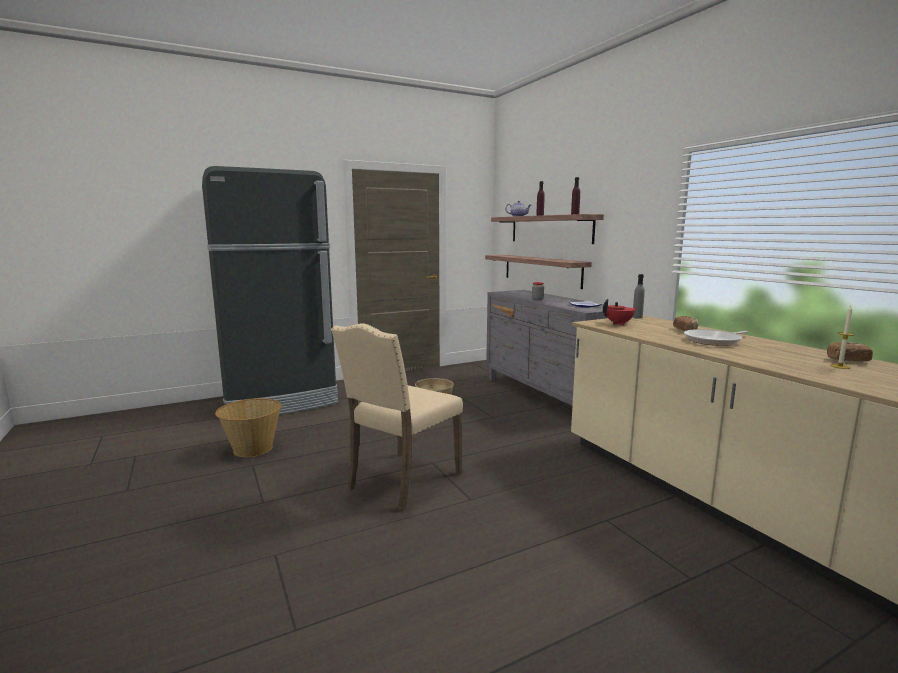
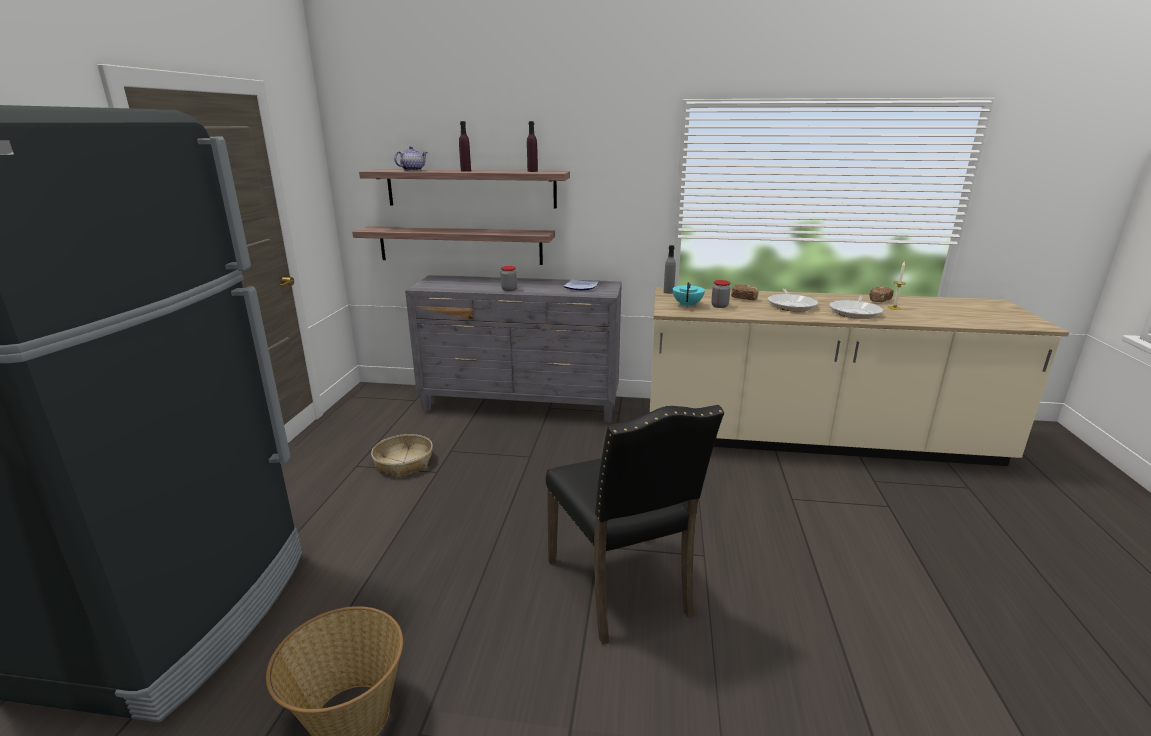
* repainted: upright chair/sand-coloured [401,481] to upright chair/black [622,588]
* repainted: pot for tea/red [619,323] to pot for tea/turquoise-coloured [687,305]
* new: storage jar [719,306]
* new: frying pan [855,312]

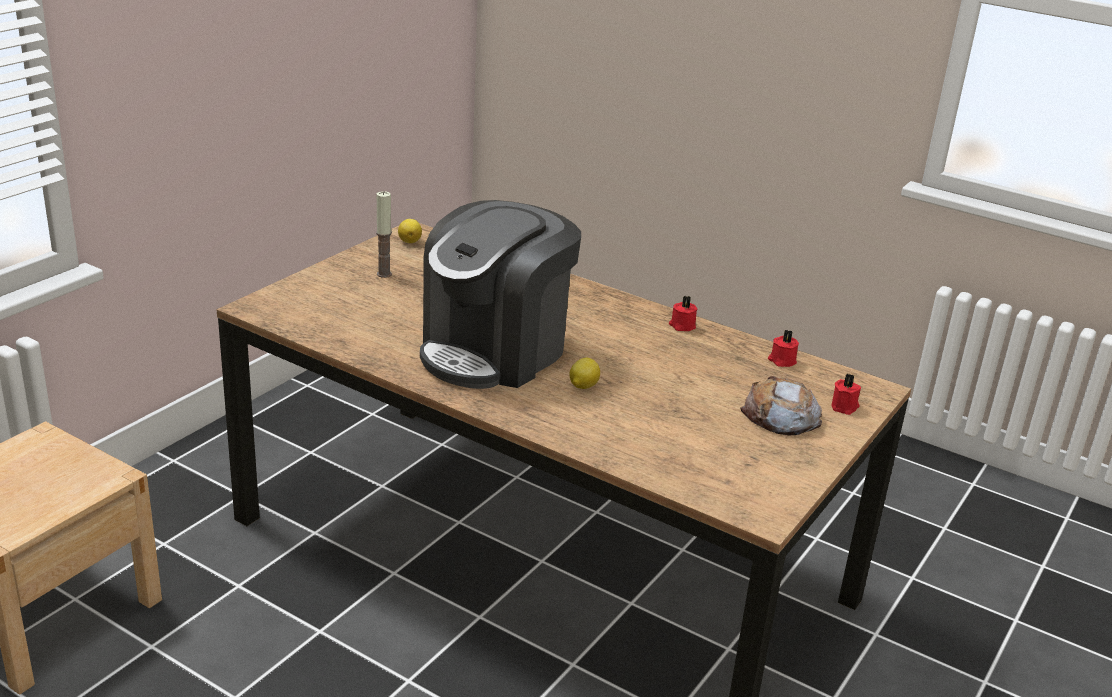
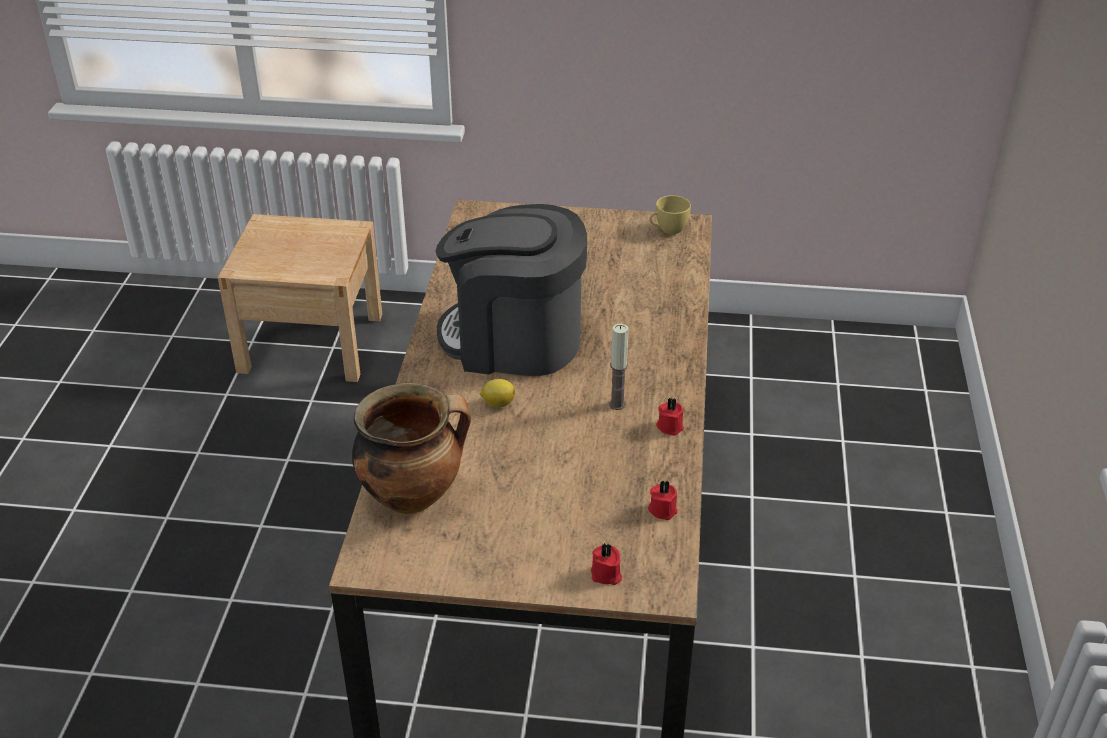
* new: saucepot [413,494]
* shifted: wax light [384,274] to [617,404]
* swapped: lemon [410,241] to cup/yellowish [667,230]
* gone: bakery bread [780,416]

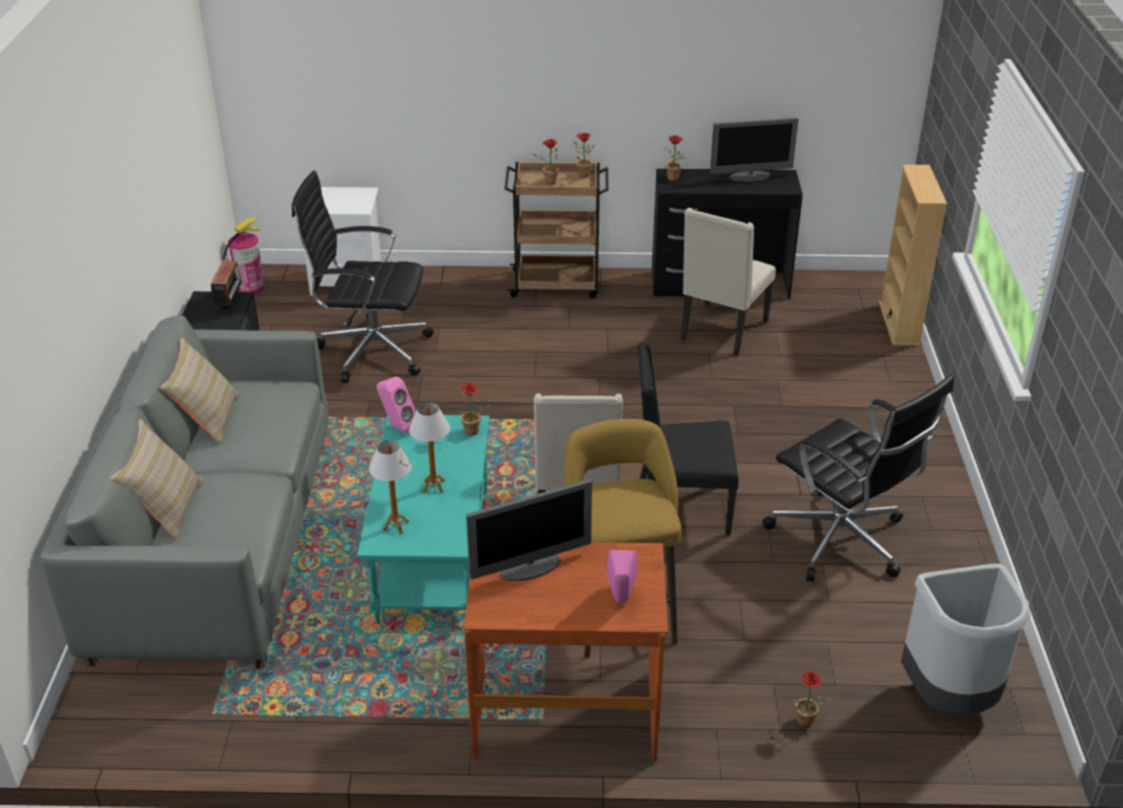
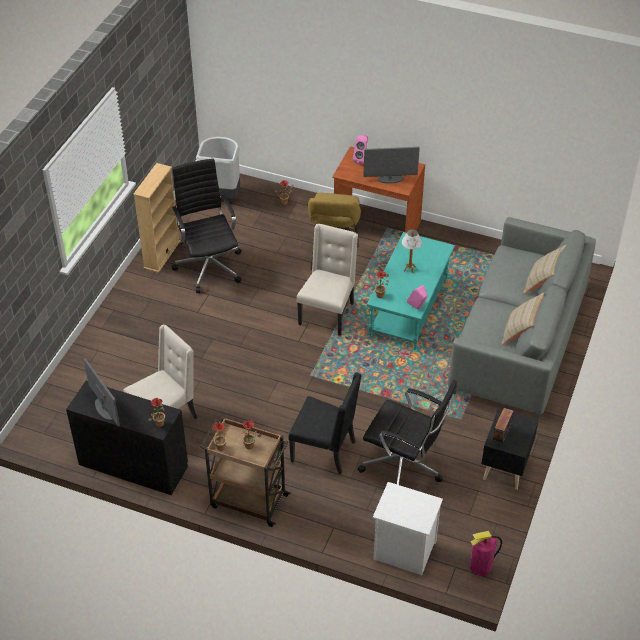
* rotated: monitor [750,177] = [104,409] 45 degrees clockwise
* shifted: shelving unit/sand-coloured [899,324] to [162,254]
* shifted: upright chair/black [680,508] to [325,451]
* gone: lamp for a table [395,526]

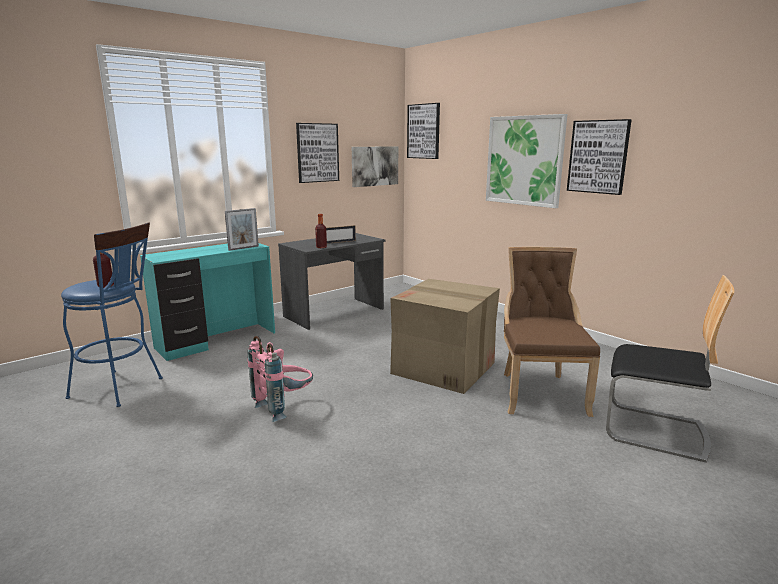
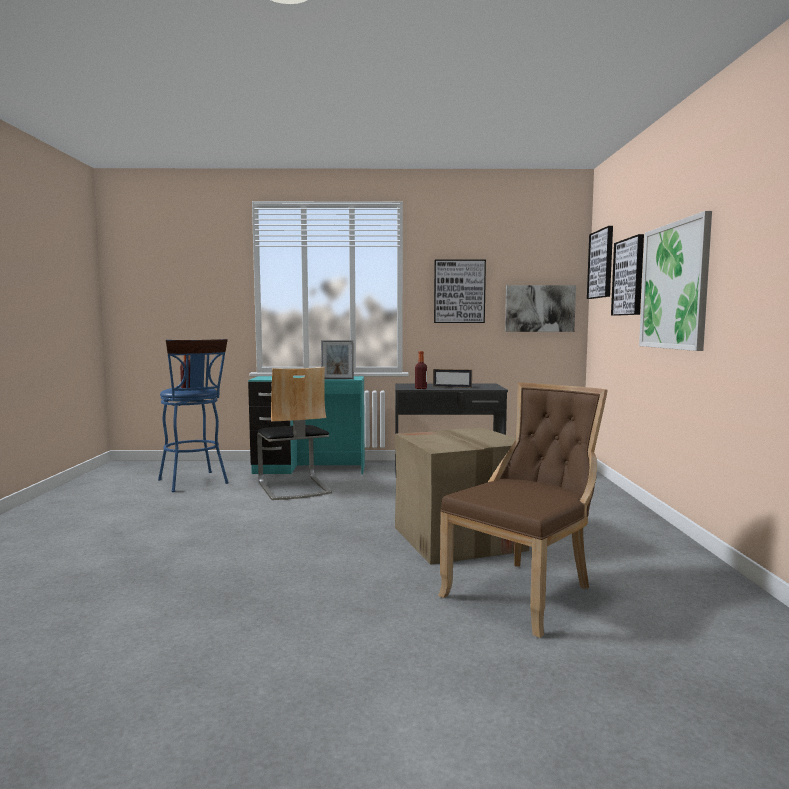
* shifted: upright chair [654,431] to [293,488]
* shifted: picture [598,157] to [629,277]
* gone: rucksack/pink [285,407]

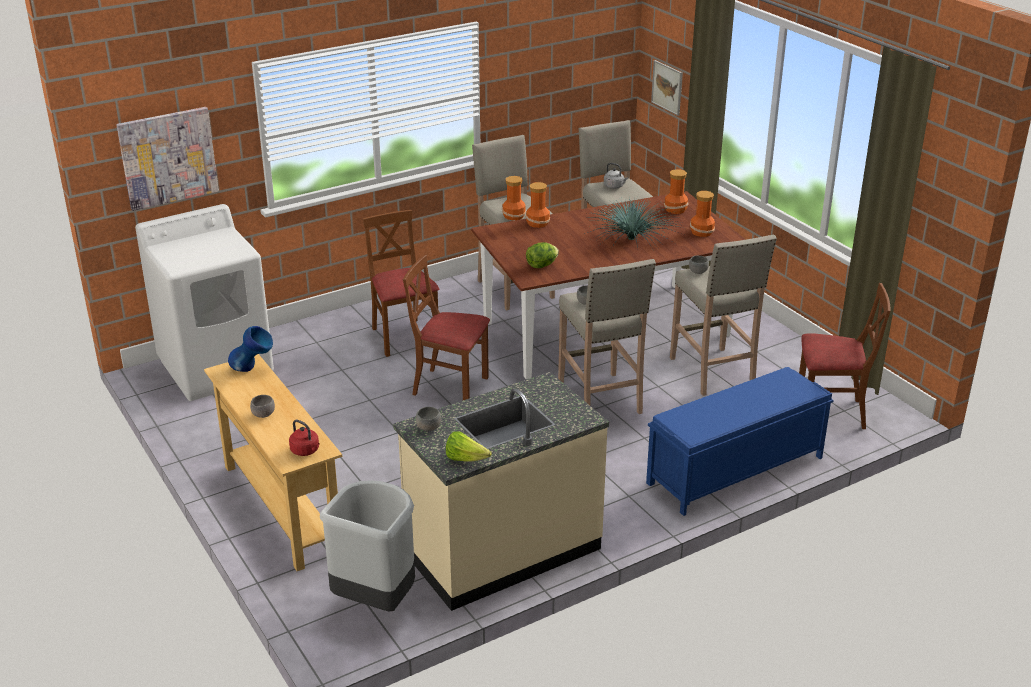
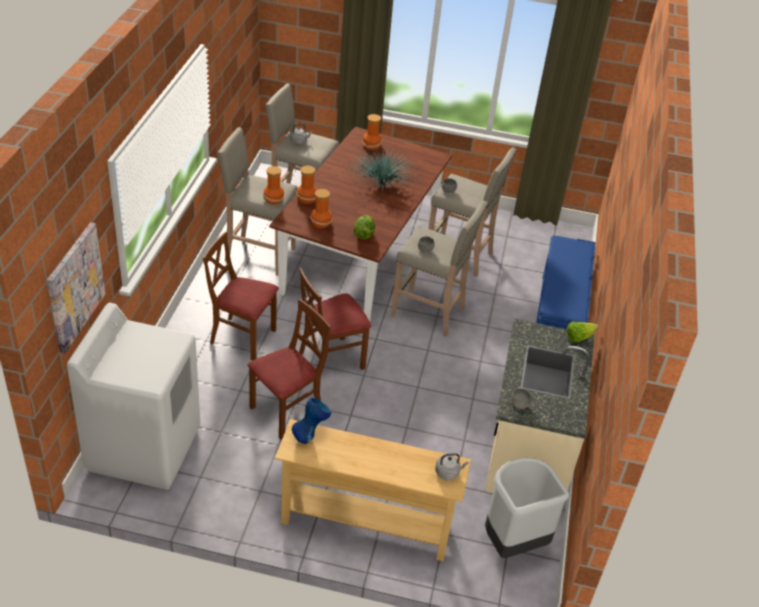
* shifted: upright chair/brownish [830,412] to [287,411]
* shifted: vase [701,232] to [320,223]
* repainted: water kettle/red [306,451] to water kettle/grey [448,472]
* shifted: head of lettuce [465,459] to [579,337]
* gone: deep dish/grey [263,414]
* gone: picture [667,87]

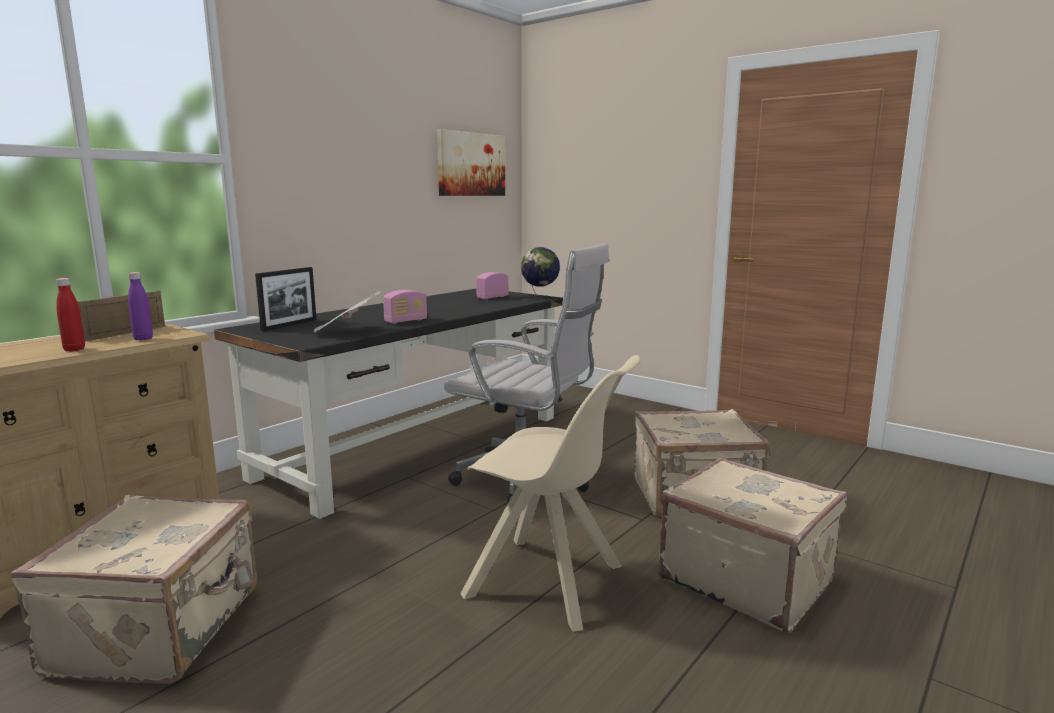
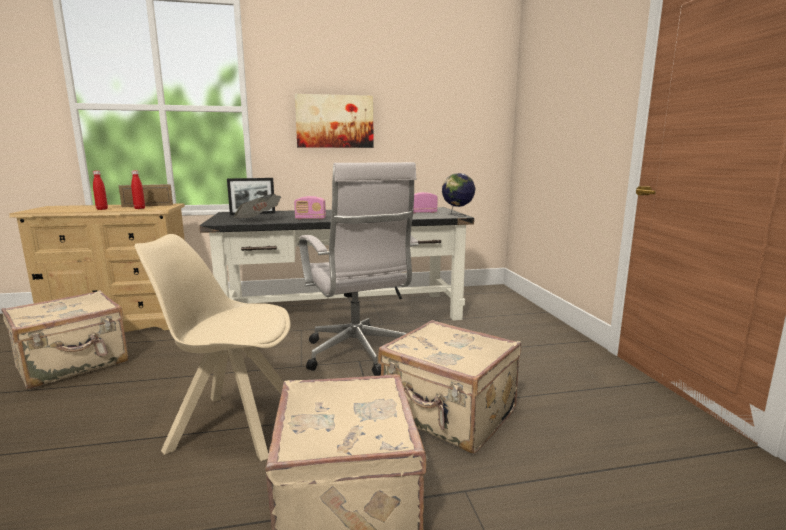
* repainted: drink bottle/purple-coloured [143,339] to drink bottle/red [139,208]
* rotated: upright chair/sand-coloured [549,582] = [232,425] 120 degrees clockwise
* shifted: picture [471,164] to [334,121]

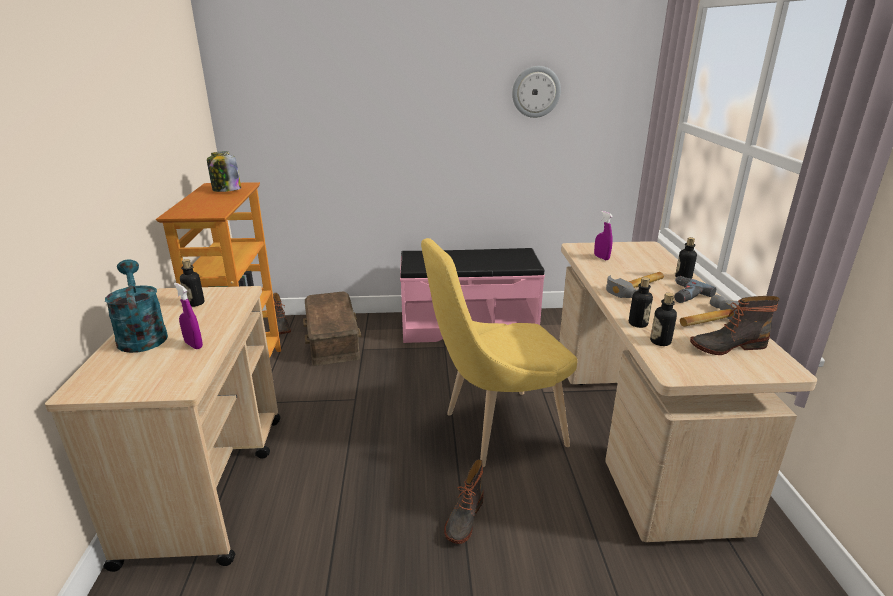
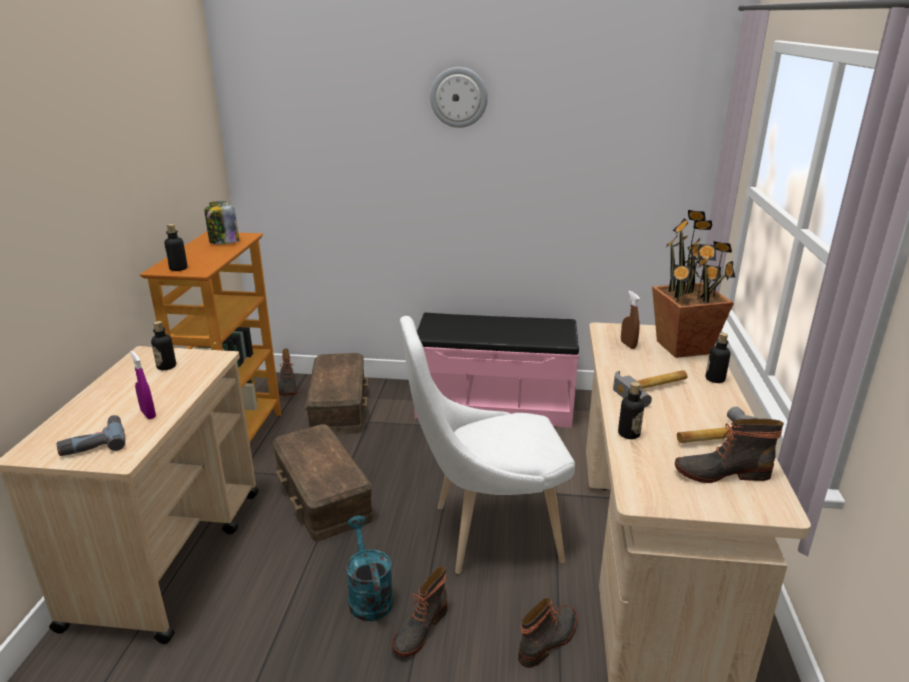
* shifted: electric drill [683,294] to [93,442]
* shifted: drink bottle [660,341] to [178,268]
* new: storage container/brownish [321,495]
* shifted: watering pot/turquoise-coloured [141,335] to [368,595]
* repainted: upright chair/yellowish [496,430] to upright chair/white [487,533]
* shifted: wall clock [536,92] to [458,97]
* new: tall boot [549,640]
* repainted: hand sprayer/purple-coloured [601,257] to hand sprayer/brownish [628,345]
* new: potted plant [684,347]

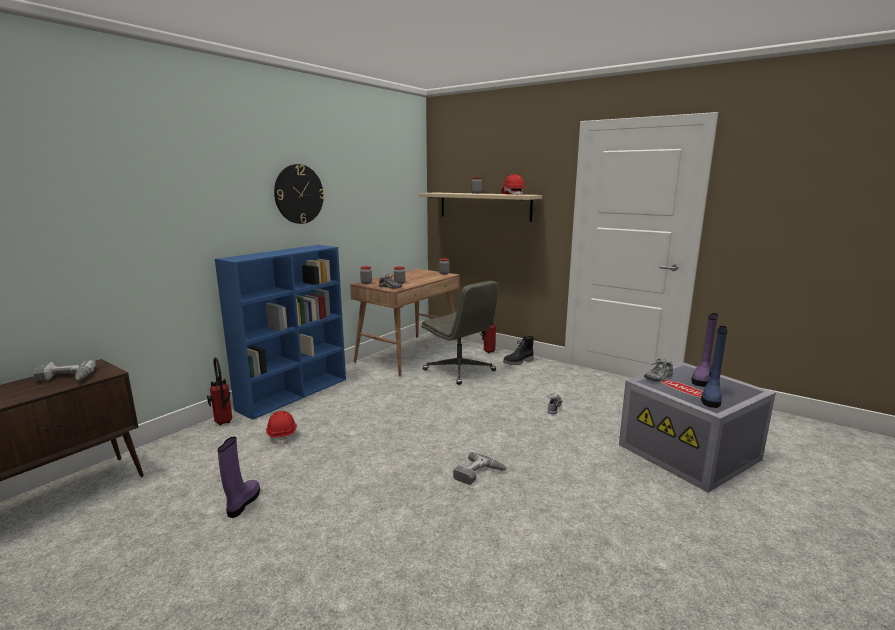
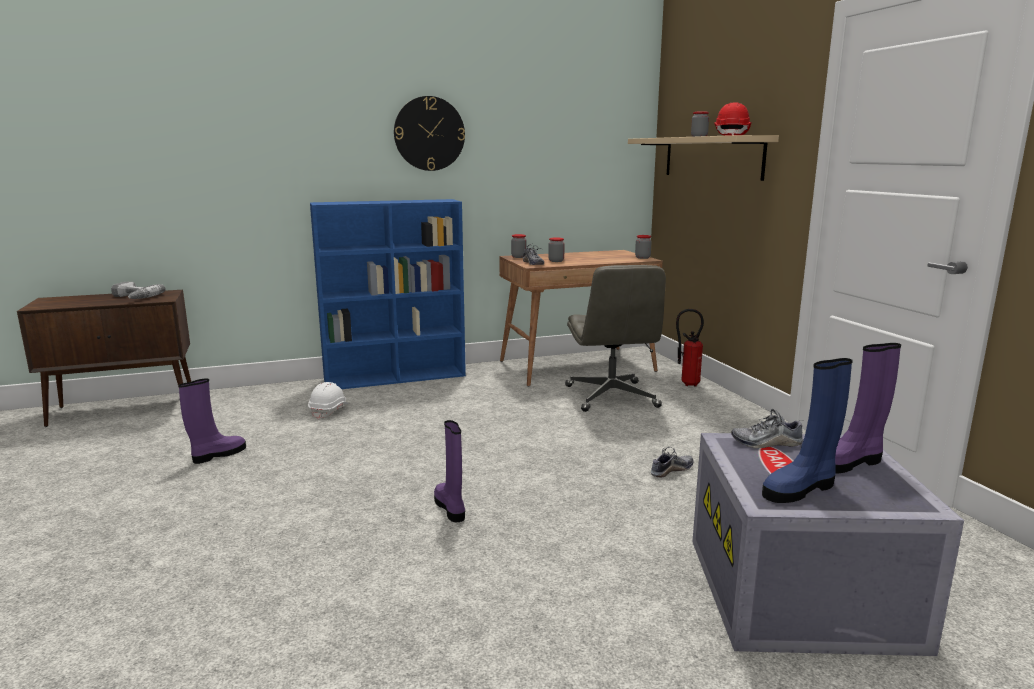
* repainted: hard hat/red [282,435] to hard hat/white [329,410]
* swapped: electric drill [479,474] to tall boot/purple-coloured [451,508]
* gone: fire-fighting cylinder [223,423]
* gone: tall boot/black [518,362]

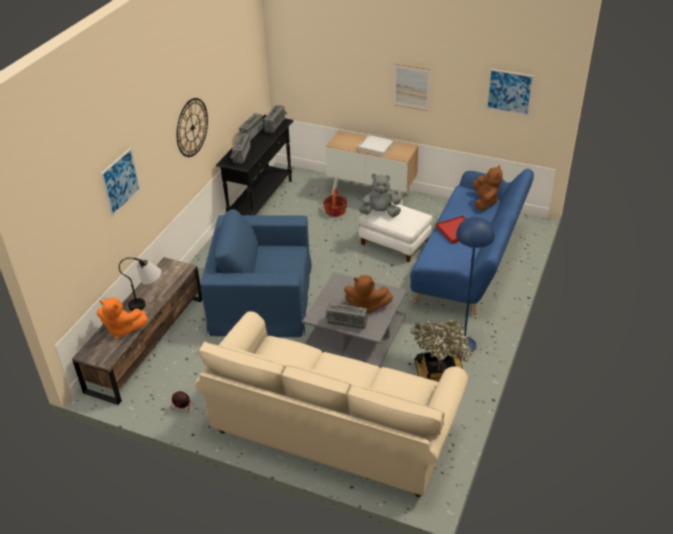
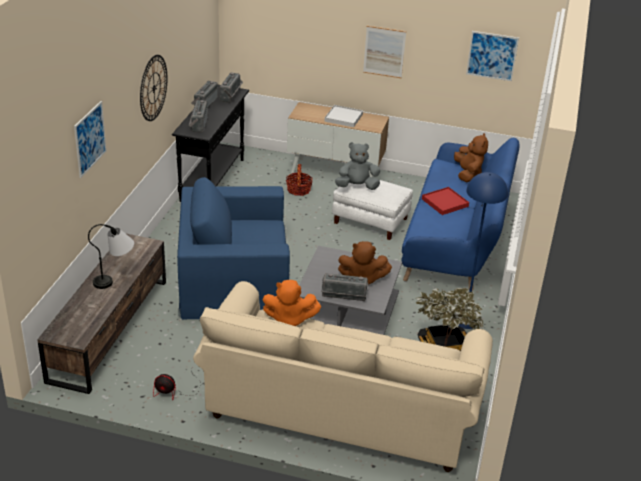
* shifted: plush toy/orangey [122,329] to [289,319]

